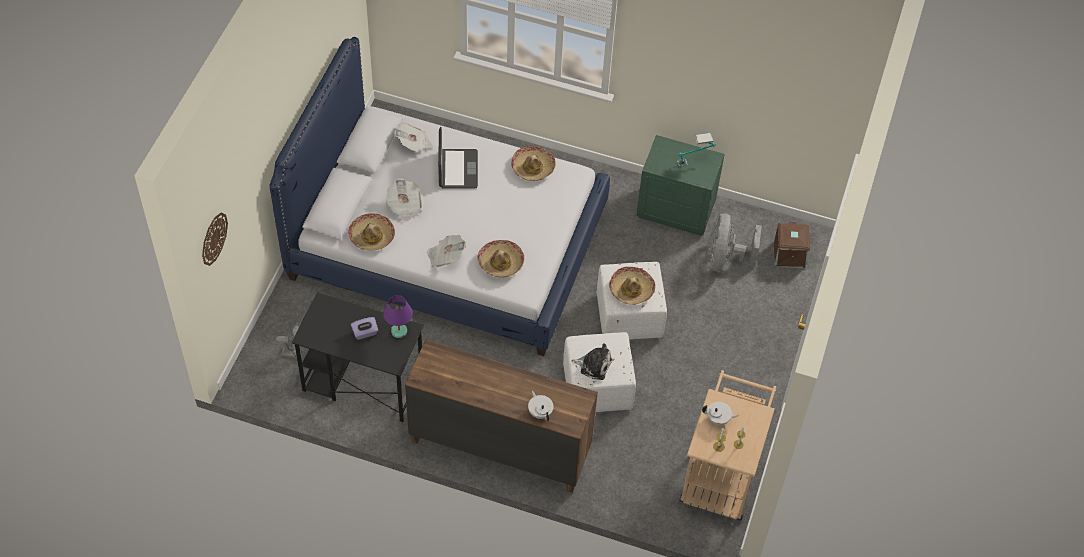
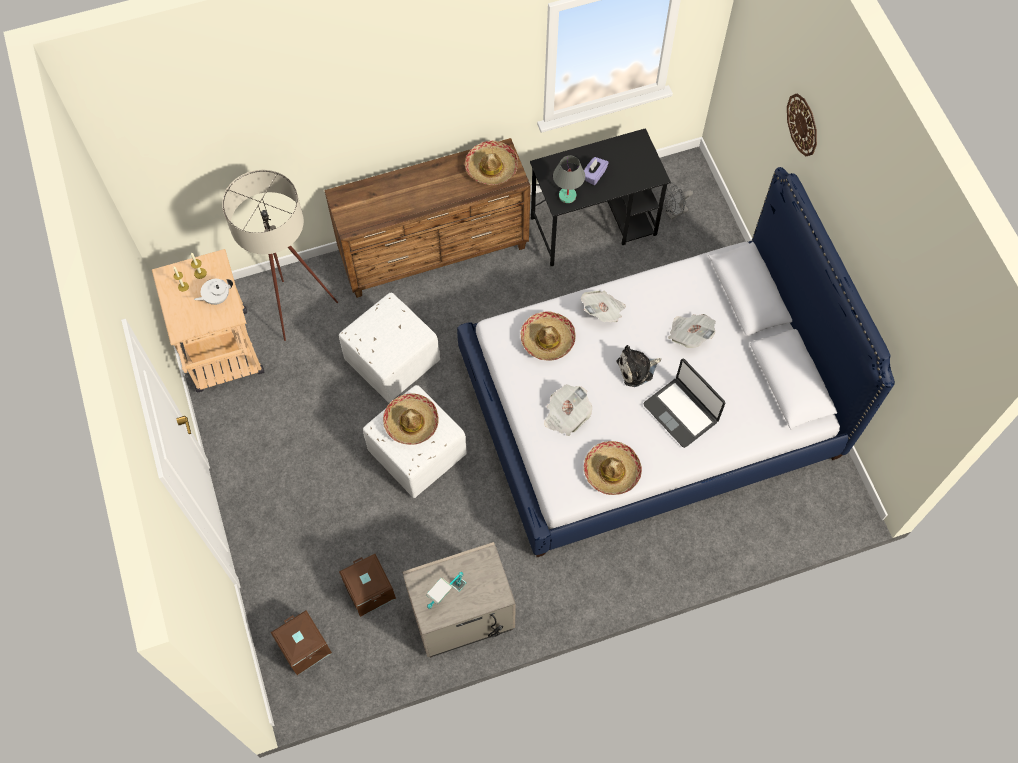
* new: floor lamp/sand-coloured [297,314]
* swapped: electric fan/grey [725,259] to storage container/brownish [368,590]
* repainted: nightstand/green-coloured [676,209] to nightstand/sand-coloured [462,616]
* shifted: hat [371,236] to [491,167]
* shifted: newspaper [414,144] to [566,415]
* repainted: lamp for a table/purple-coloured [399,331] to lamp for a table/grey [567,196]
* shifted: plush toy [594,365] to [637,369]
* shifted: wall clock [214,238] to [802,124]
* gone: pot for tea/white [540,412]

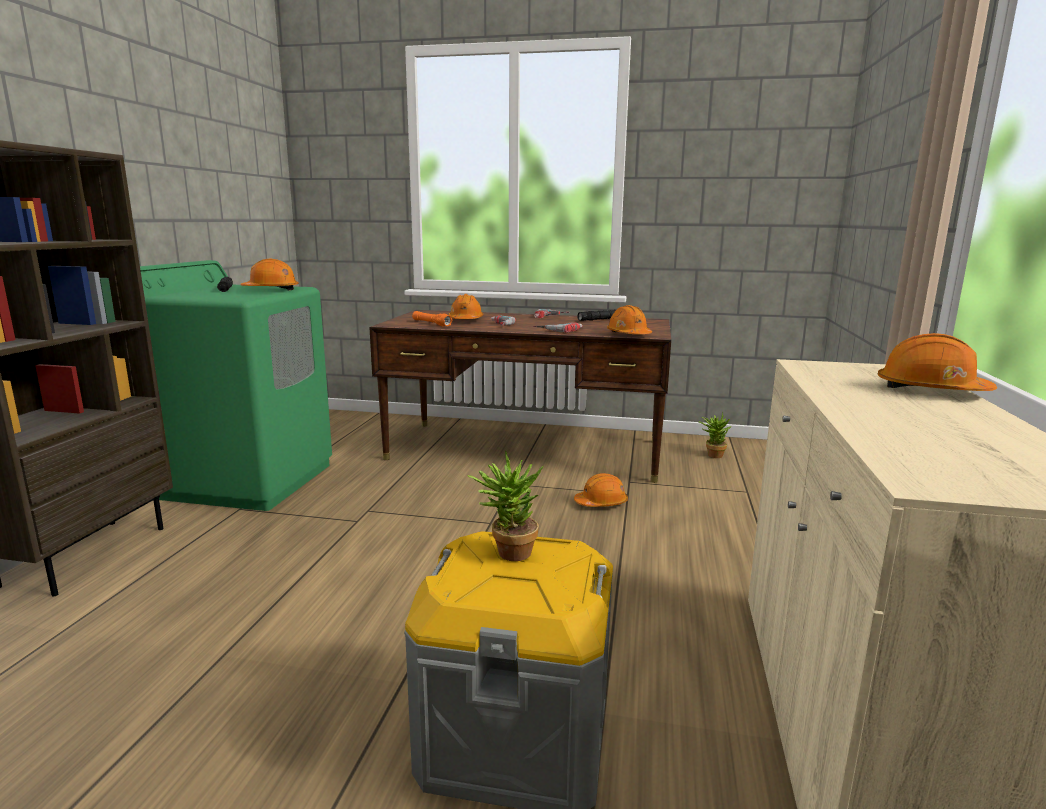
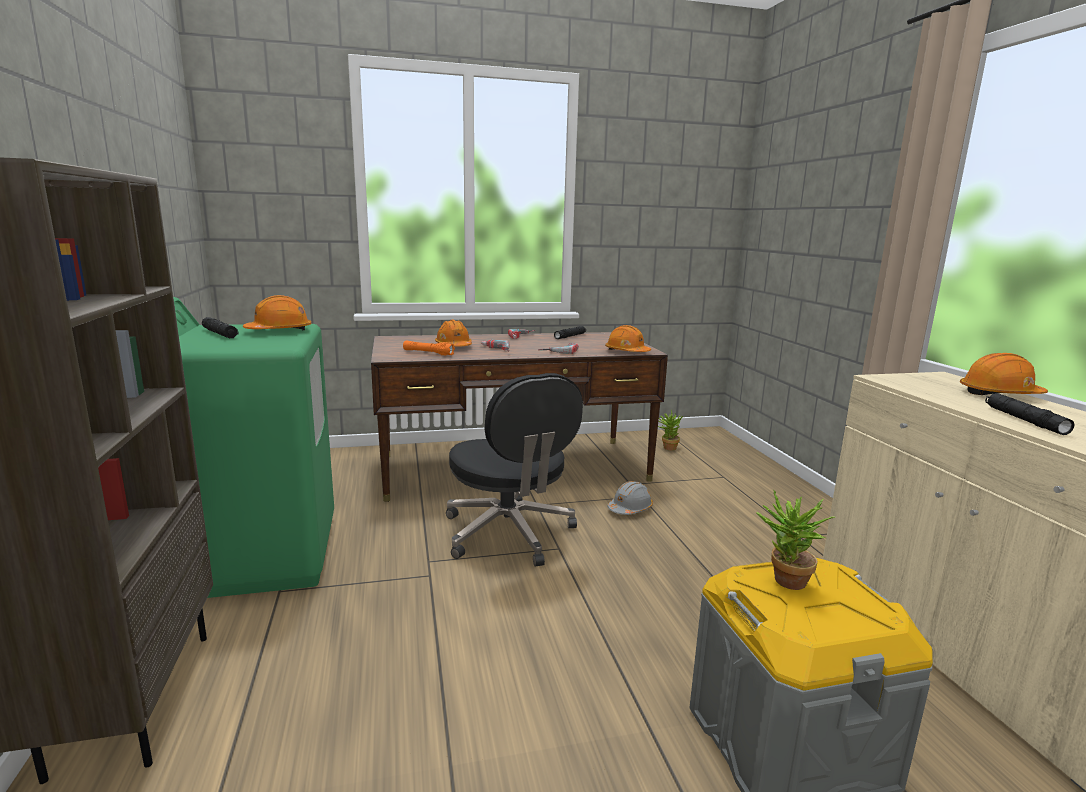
* new: desk chair/black [509,533]
* repainted: hard hat/orangey [601,503] to hard hat/grey [630,509]
* new: torch/black [1024,420]

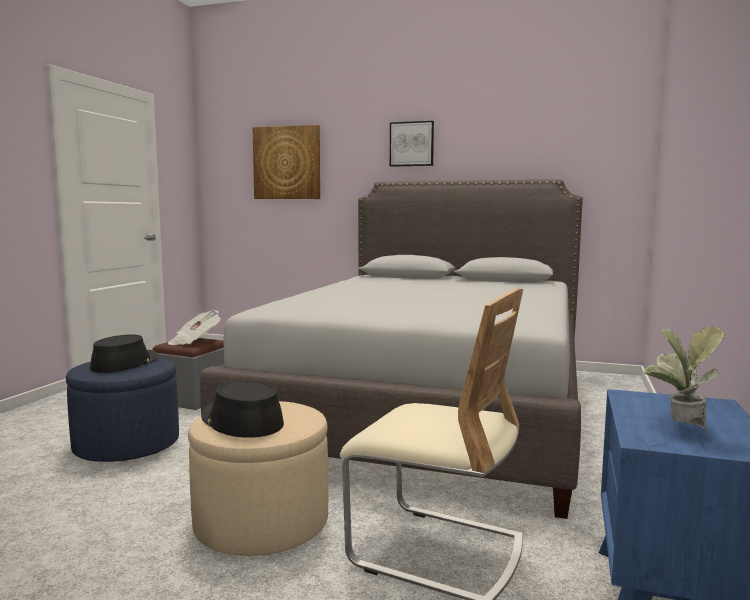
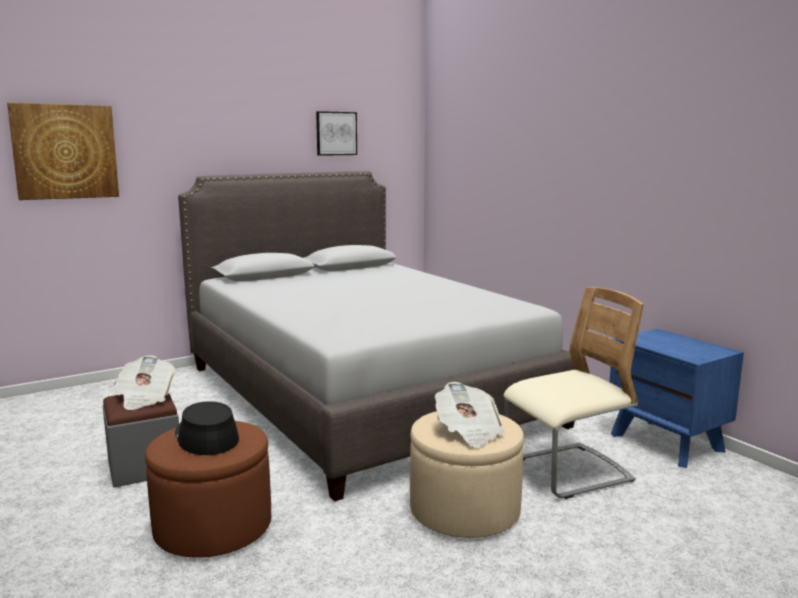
* repainted: footrest/bluish [127,444] to footrest/brownish [213,527]
* shifted: picture [411,144] to [336,133]
* swapped: hat/black [241,421] to newspaper [468,432]
* gone: potted plant [679,428]

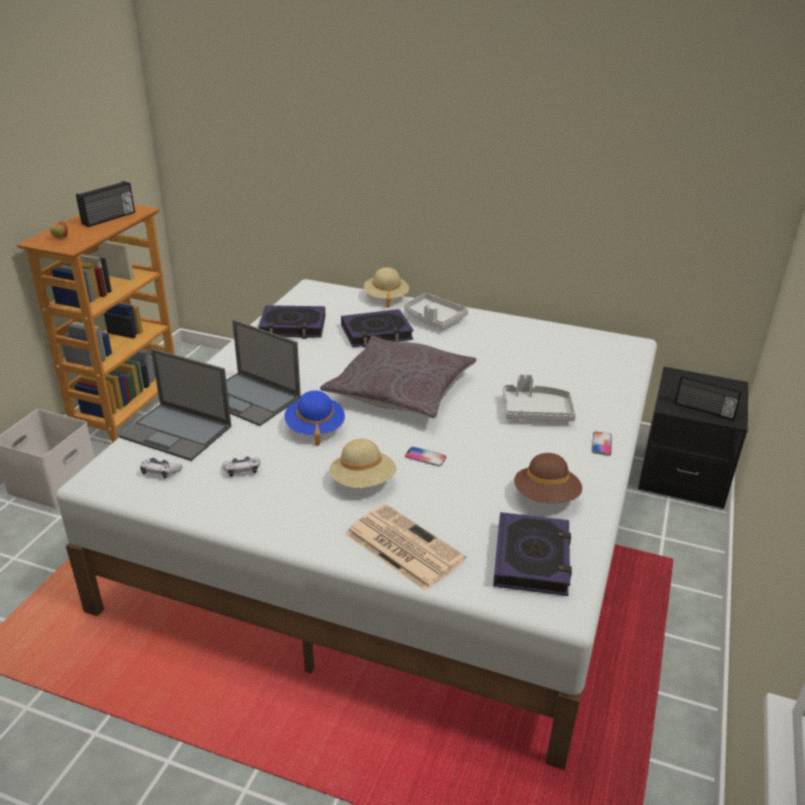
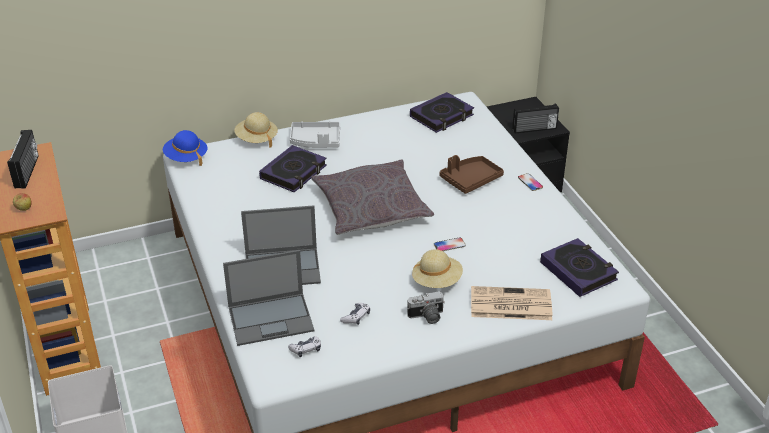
* shifted: hat/bluish [315,428] to [186,158]
* new: photo camera [427,317]
* shifted: book [293,327] to [442,116]
* repainted: tray/grey [536,411] to tray/brownish [470,180]
* gone: hat/brownish [546,497]

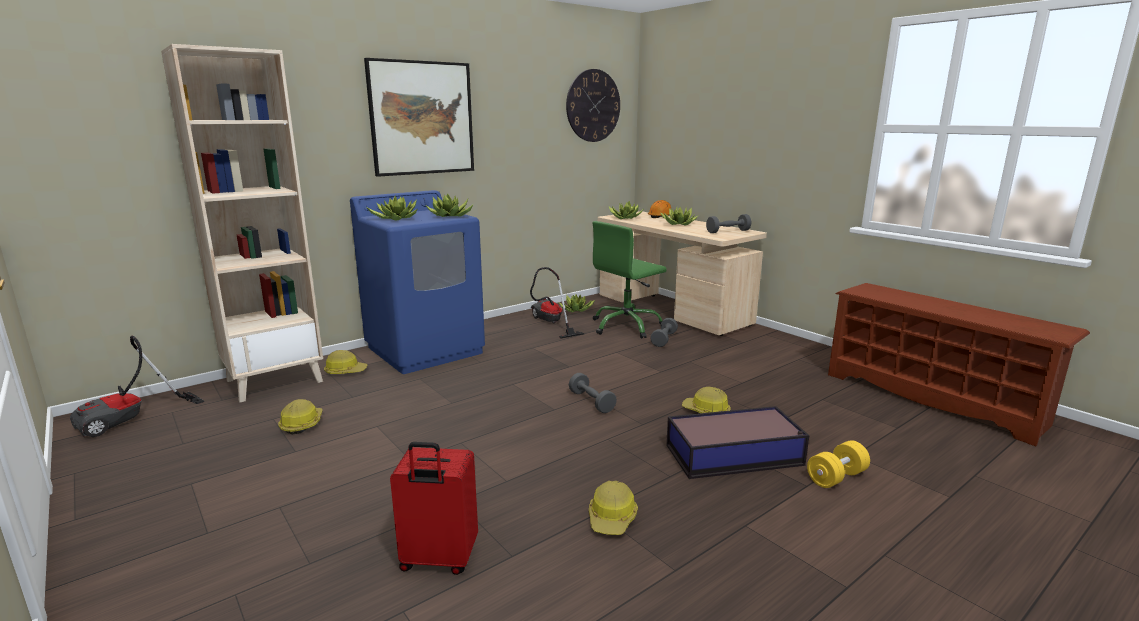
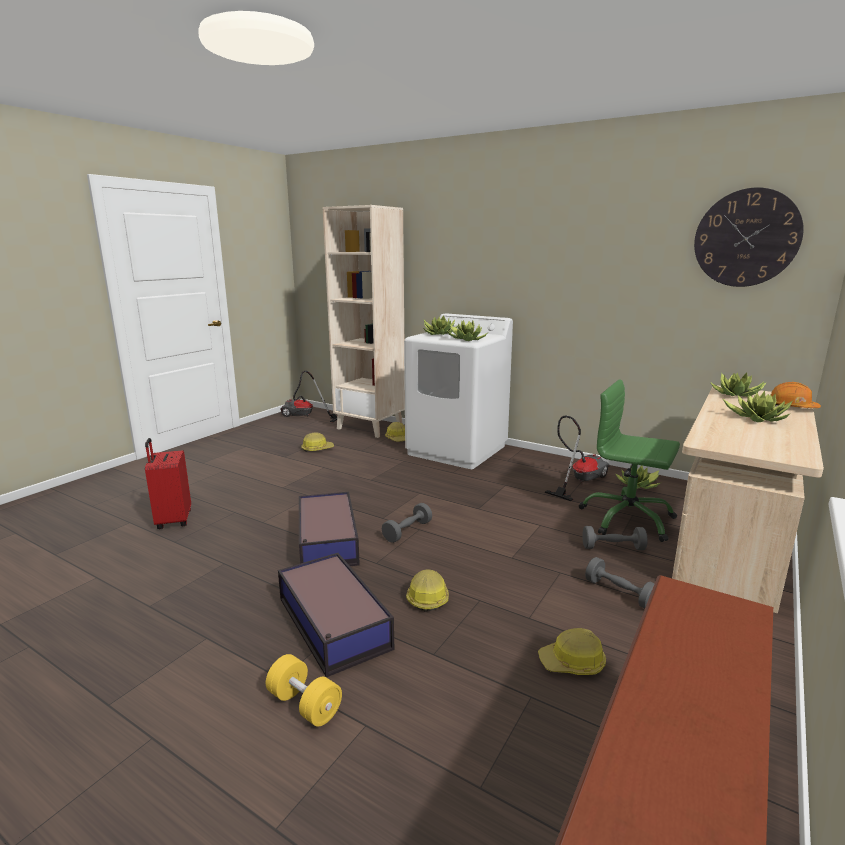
* new: storage container [327,541]
* repainted: laundry machine/bluish [425,350] to laundry machine/white [457,450]
* shifted: hard hat [612,518] to [572,663]
* shifted: hand weight/grey [728,231] to [619,593]
* gone: picture [422,118]

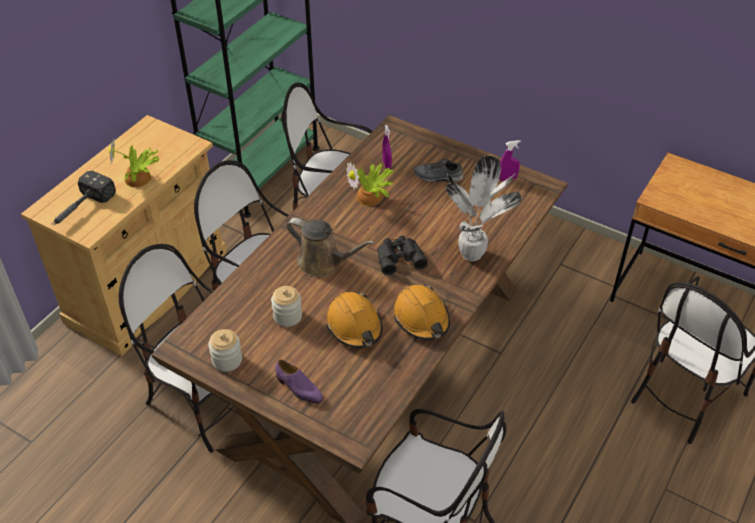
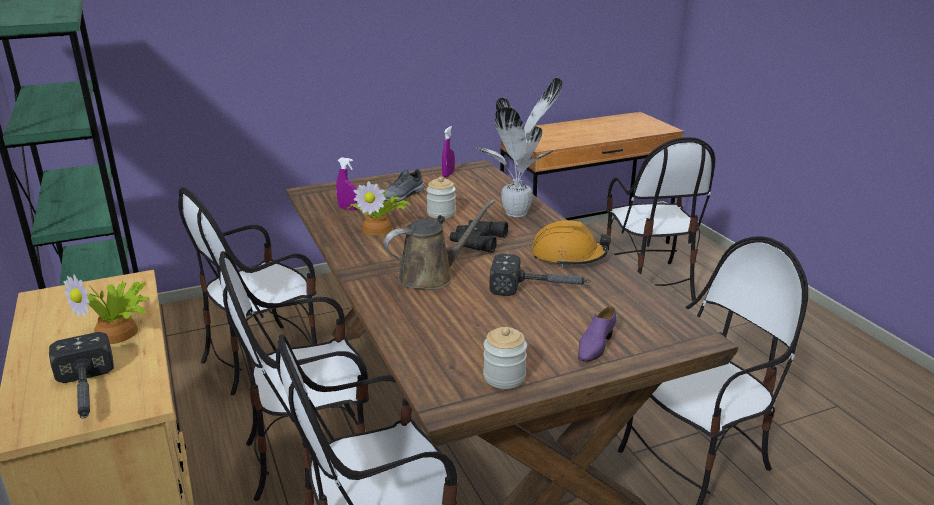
* shifted: storage jar [287,316] to [441,213]
* swapped: hard hat/orangey [354,326] to hammer [540,288]
* rotated: item of footwear/purple-coloured [299,388] = [595,345] 135 degrees clockwise

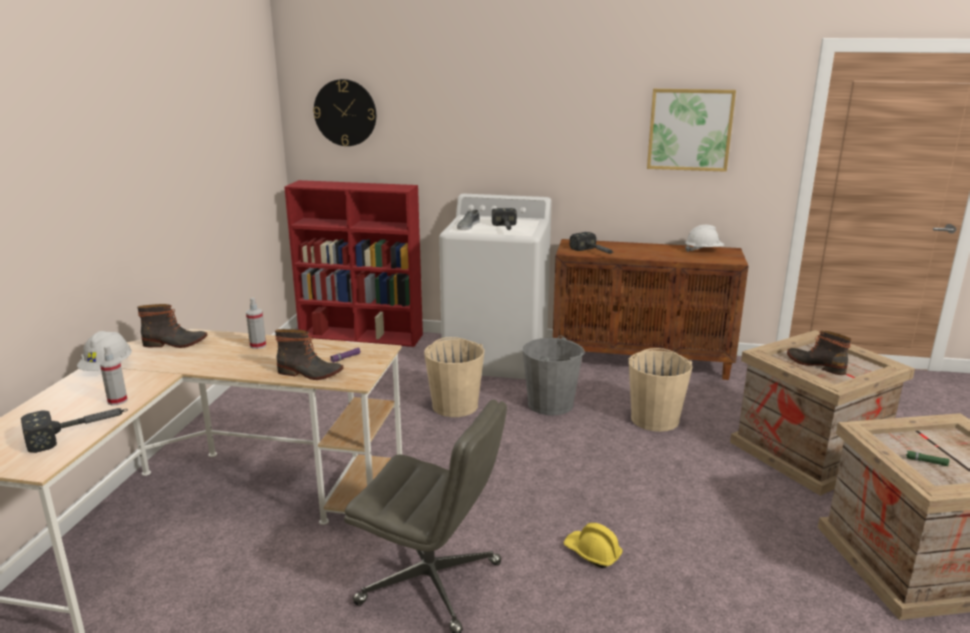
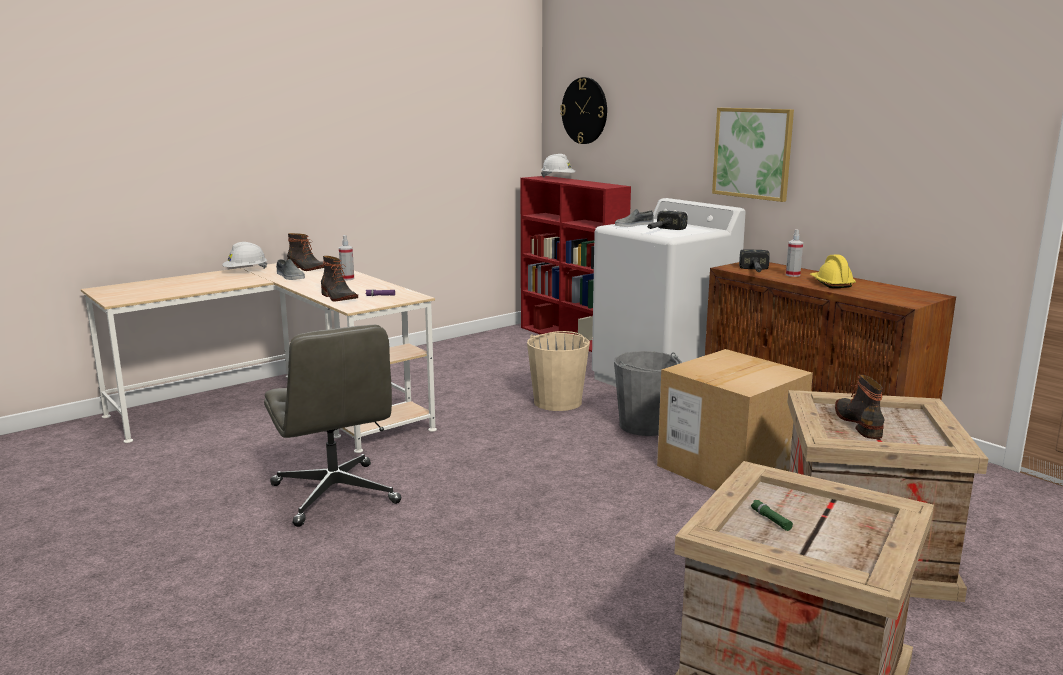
* new: item of footwear/grey [290,276]
* shifted: hard hat/white [703,251] to [558,178]
* swapped: bucket/sand-coloured [655,419] to packing box [729,467]
* shifted: picture [689,129] to [753,153]
* shifted: hand sprayer [117,401] to [792,275]
* shifted: hard hat/yellowish [592,553] to [831,283]
* gone: hammer [80,432]

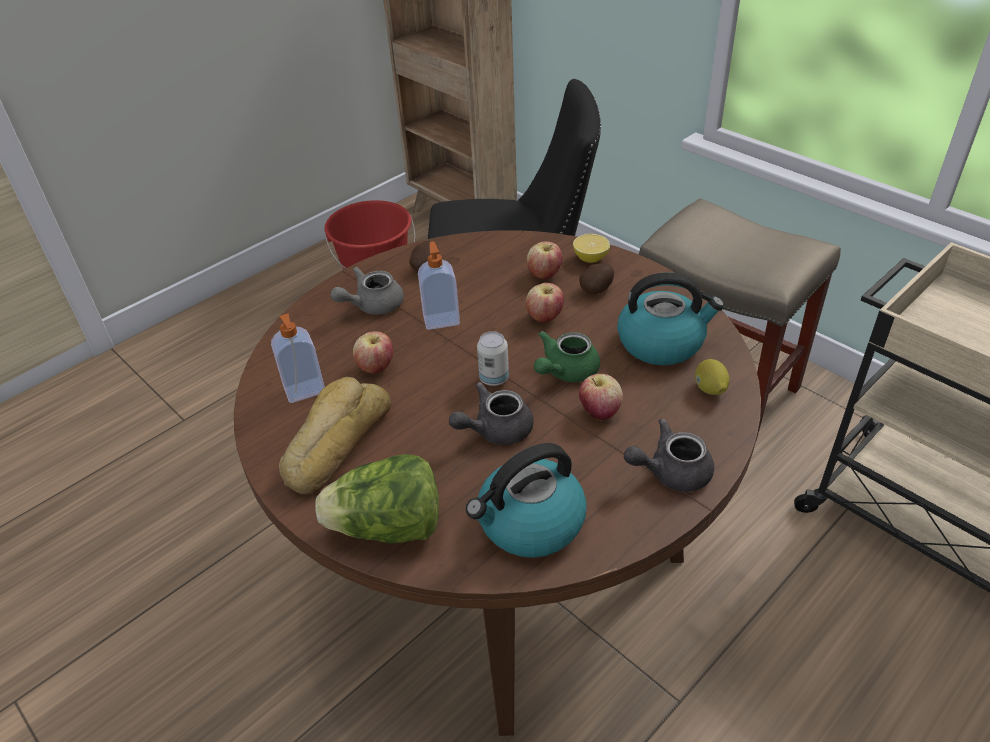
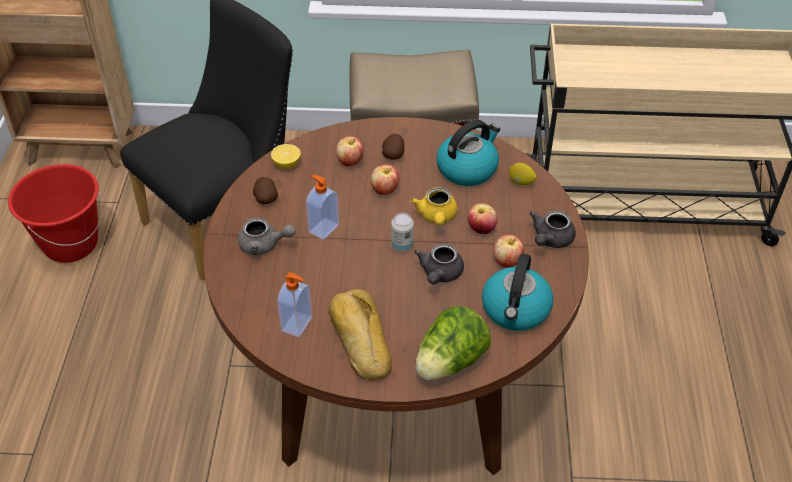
* rotated: pot for tea/grey [372,305] = [264,245] 90 degrees counterclockwise
* shifted: lemon [590,258] to [286,164]
* repainted: pot for tea/green-coloured [565,371] to pot for tea/yellowish [436,217]
* shifted: apple fruit [376,367] to [507,261]

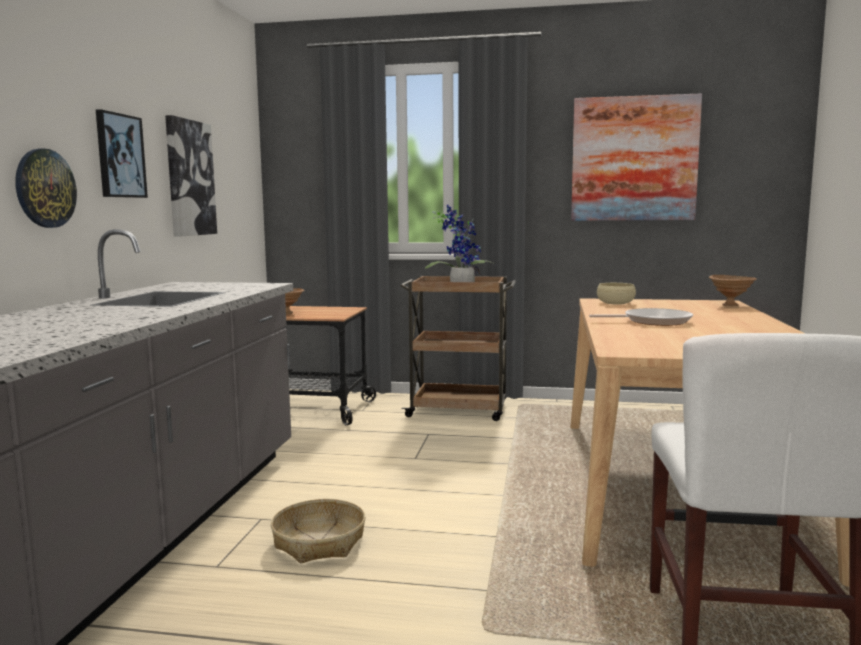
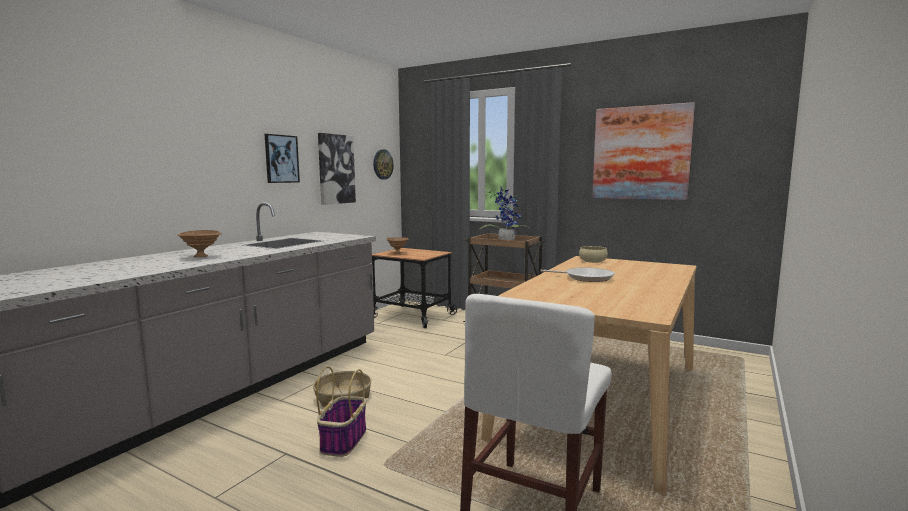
* shifted: deep dish/brownish [730,305] to [202,256]
* new: storage basket [343,440]
* shifted: wall clock [45,188] to [382,164]

